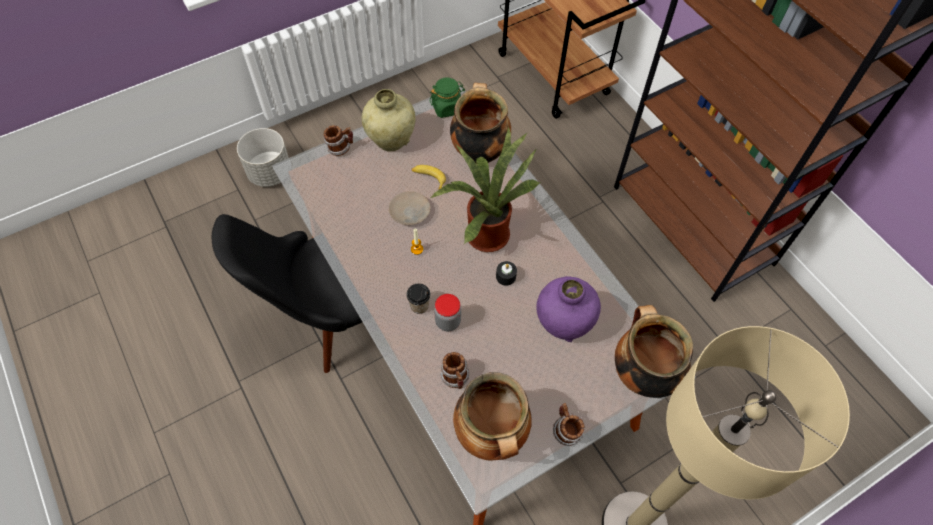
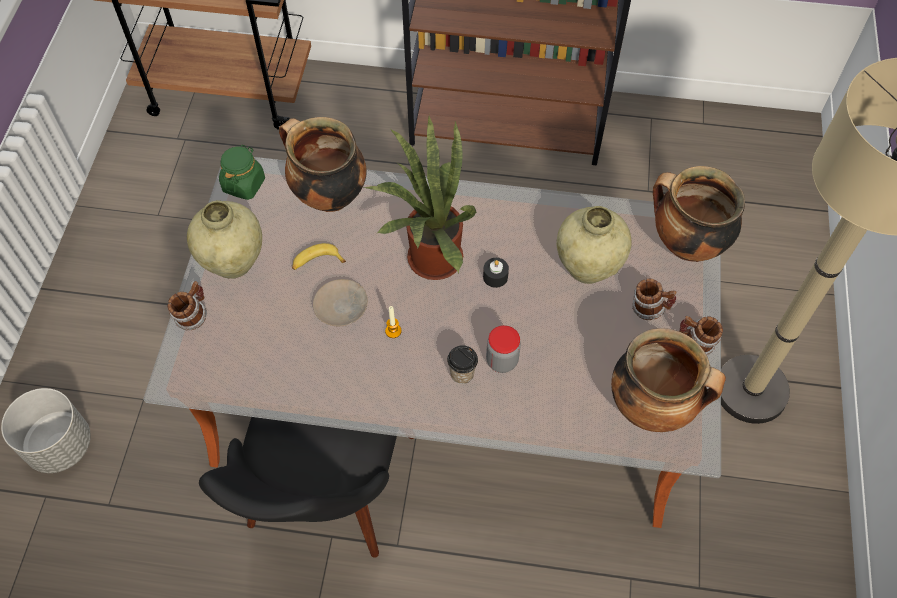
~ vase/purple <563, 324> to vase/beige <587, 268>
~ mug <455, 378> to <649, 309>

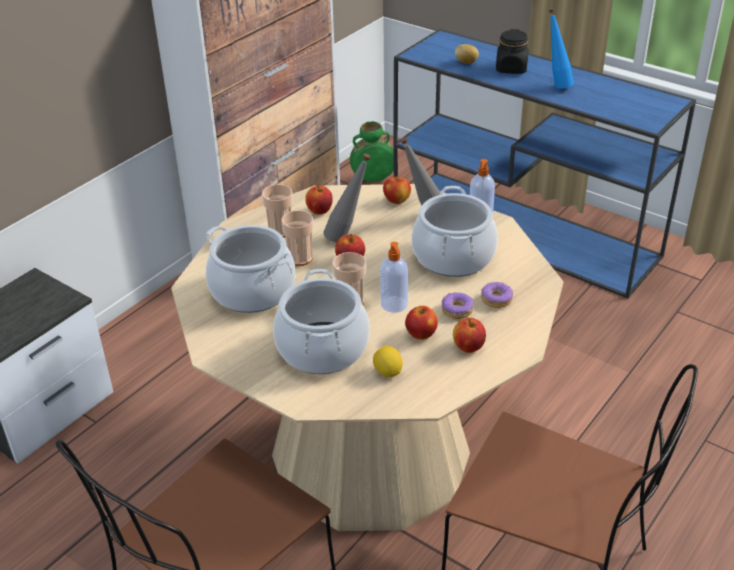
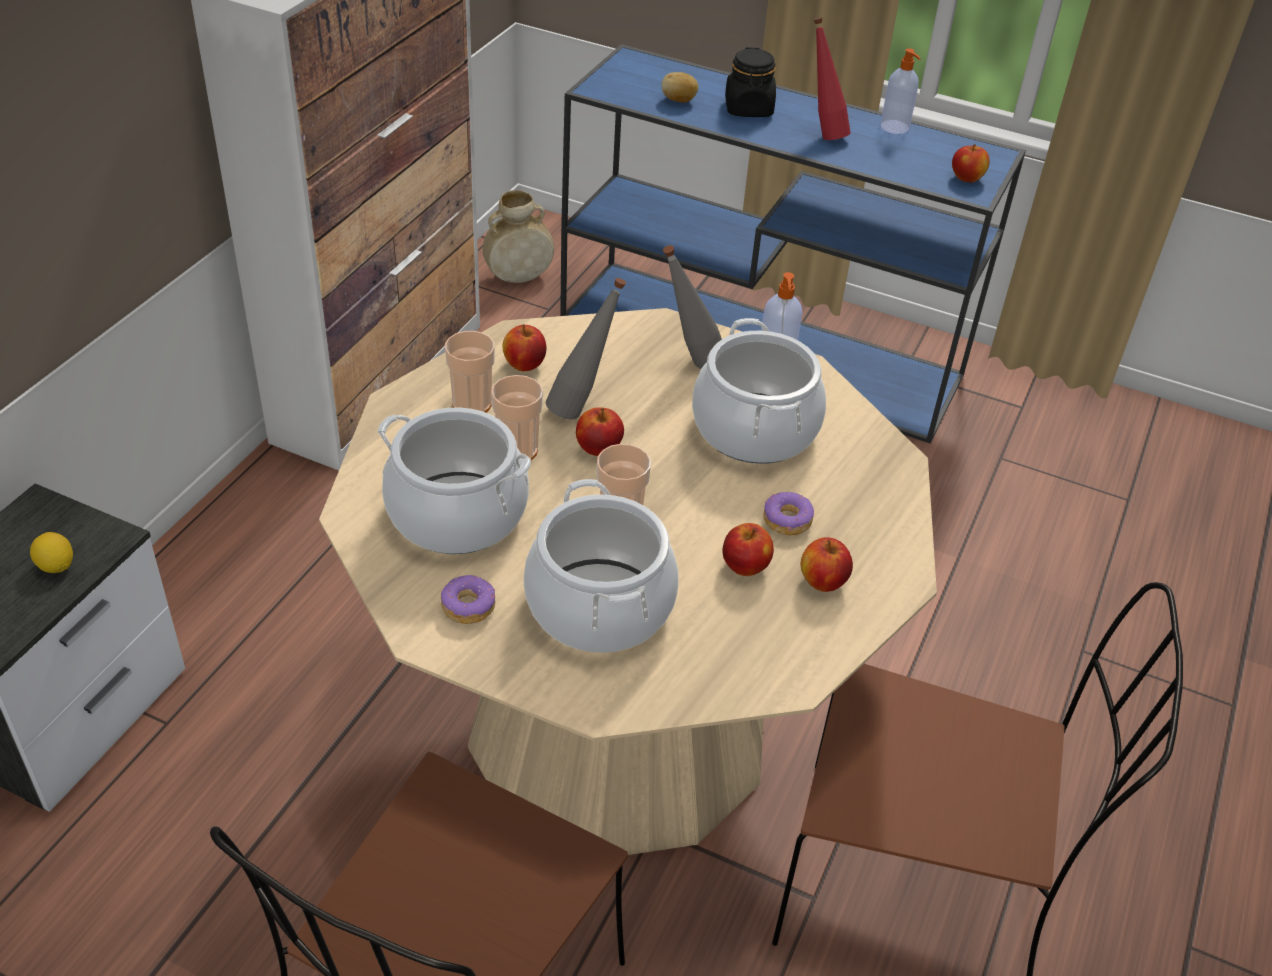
~ lemon <387, 372> to <56, 566>
~ donut <496, 299> to <468, 606>
~ vase/green <373, 179> to vase/beige <518, 278>
~ bottle/blue <556, 85> to bottle/red <822, 134>
~ soap dispenser <394, 305> to <895, 128>
~ apple <397, 200> to <967, 178>

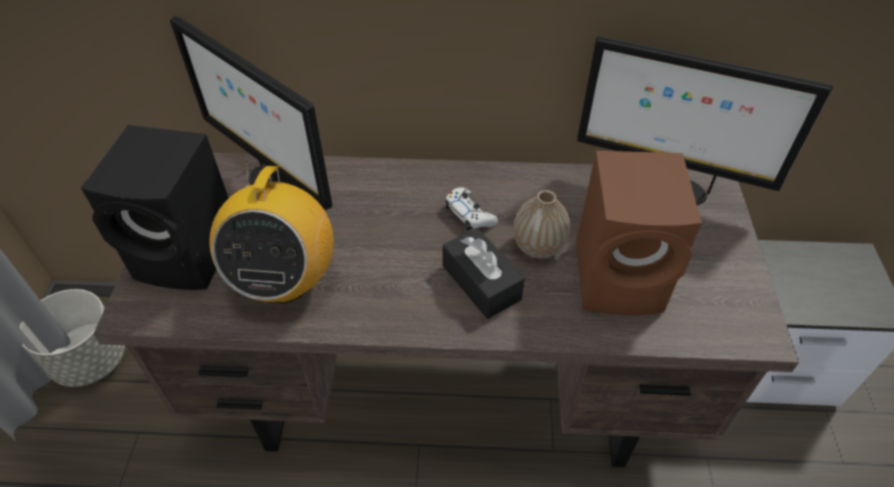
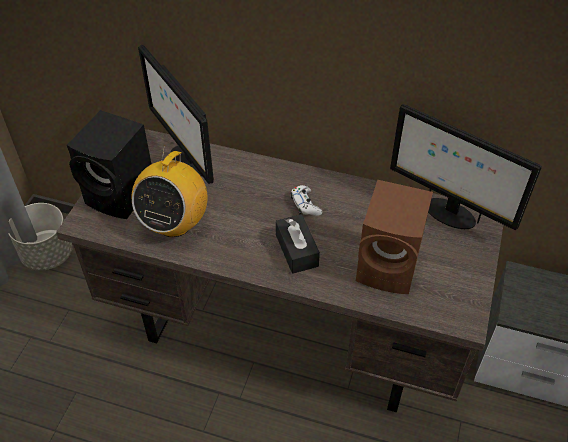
- vase <538, 247>

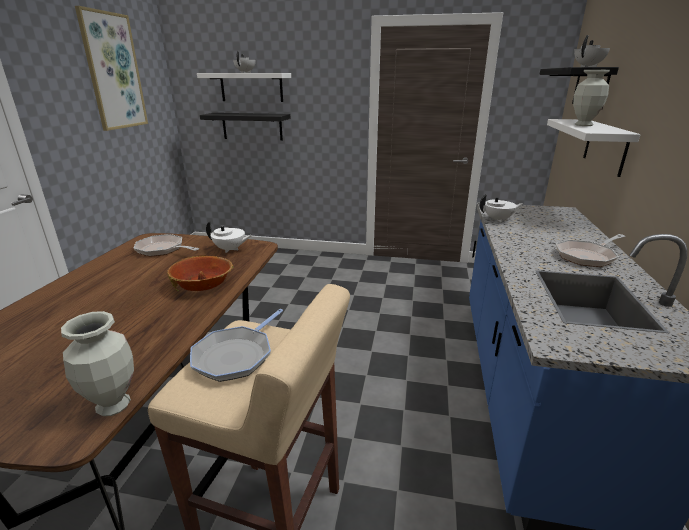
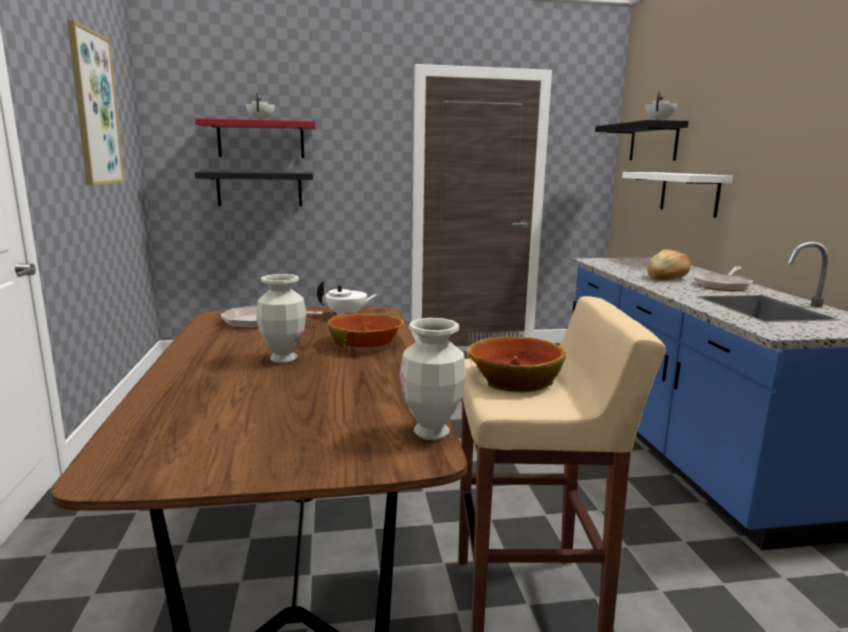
~ shelf/white <251, 87> to shelf/red <261, 139>
~ vase <583, 125> to <283, 359>
~ frying pan <236, 355> to bowl <514, 377>
+ bread <667, 278>
- teapot/white <498, 220>

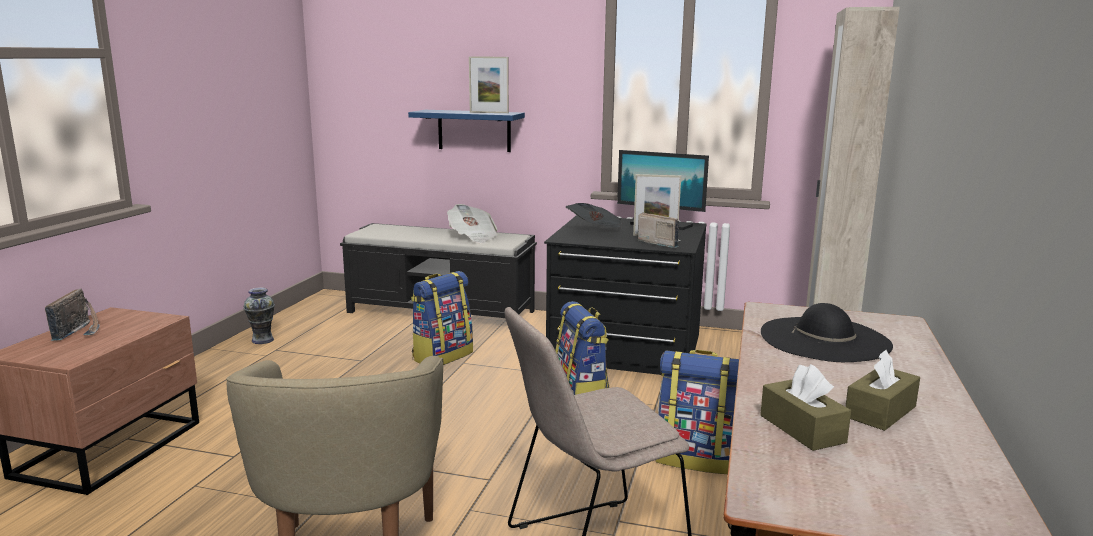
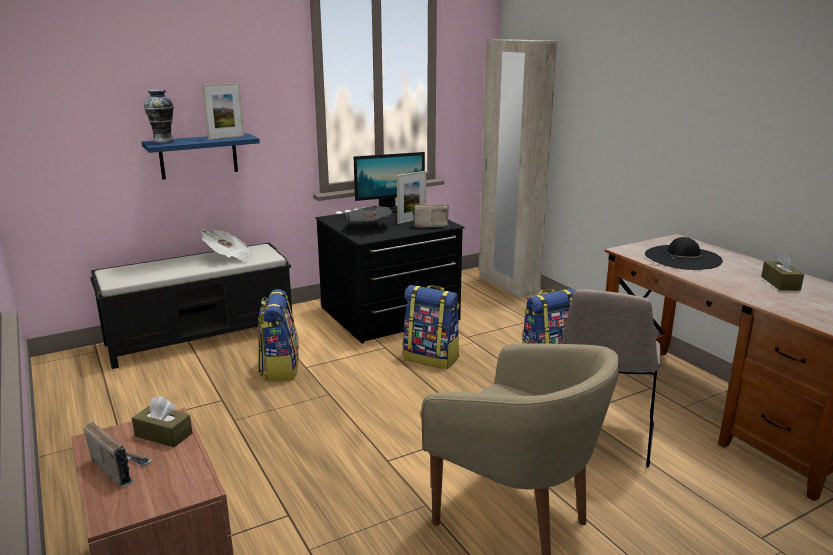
~ tissue box/brown <802, 429> to <163, 435>
~ vase <263, 340> to <163, 142>

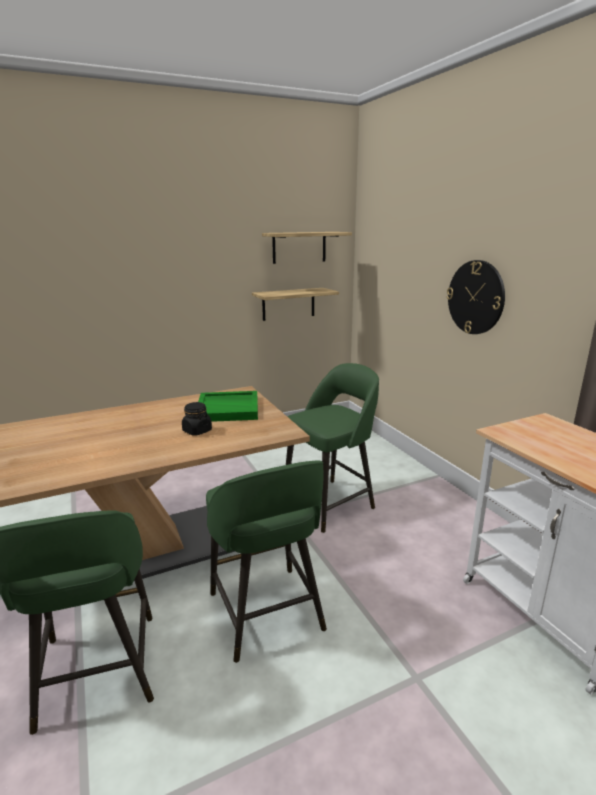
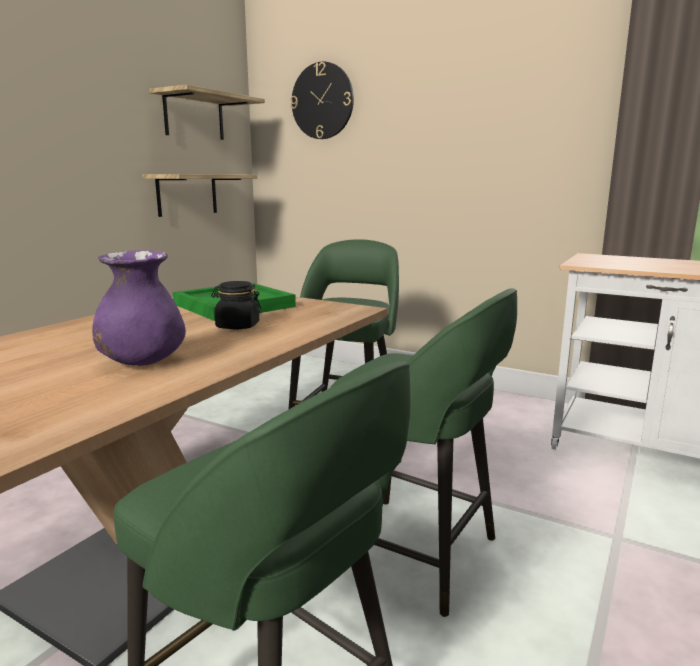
+ vase/purple <142, 362>
~ wall clock <475, 297> to <322, 101>

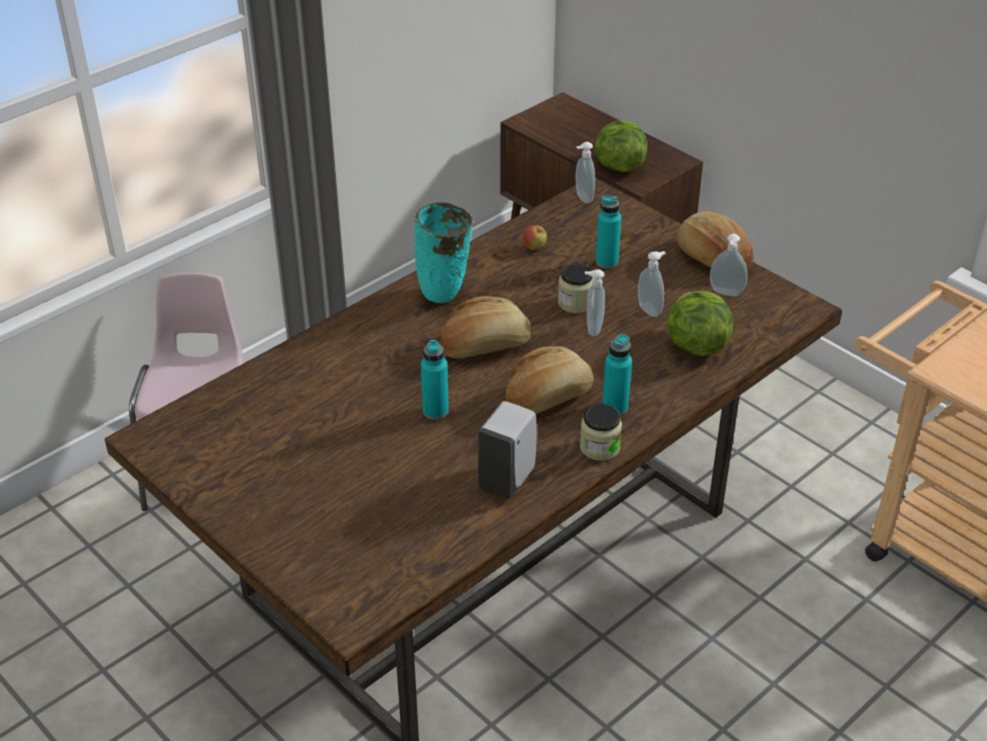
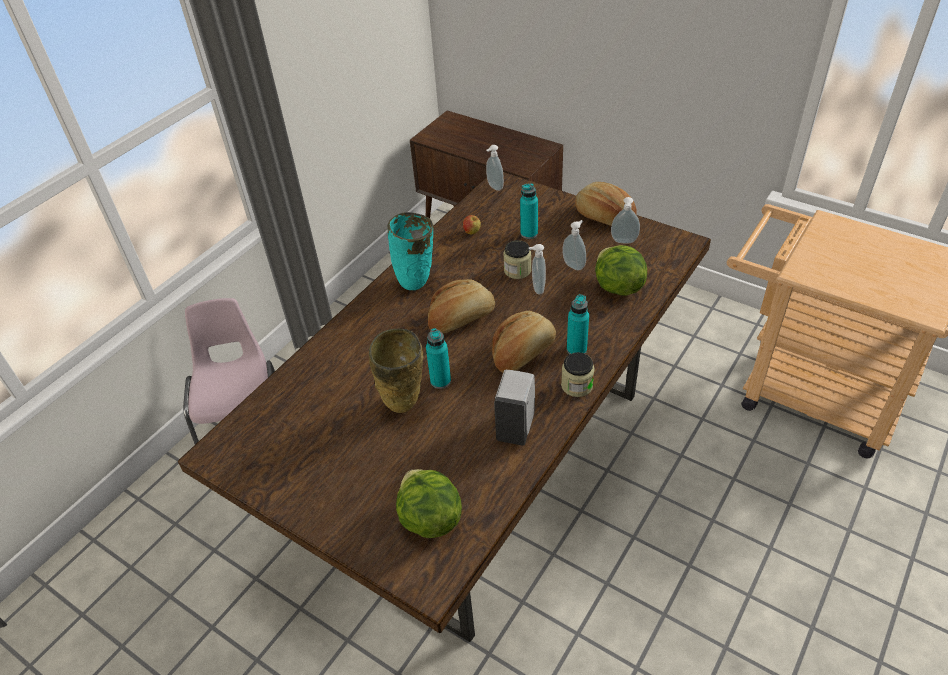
+ vase/beige <403, 406>
~ lettuce <618, 166> to <429, 519>

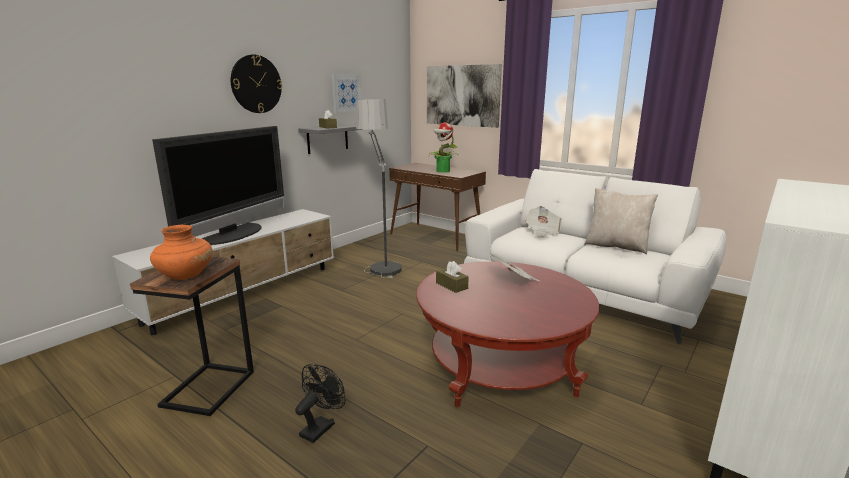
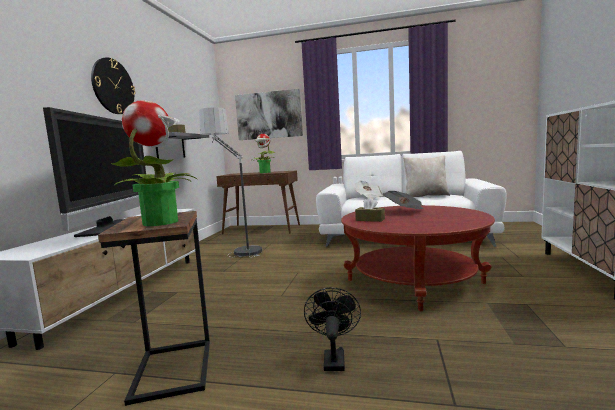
~ vase/orange <185, 276> to potted plant <161, 222>
- picture <346, 93>

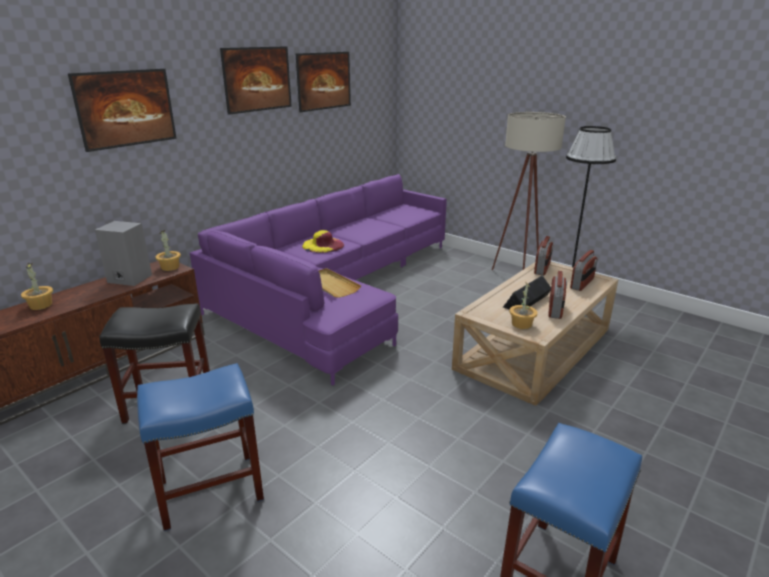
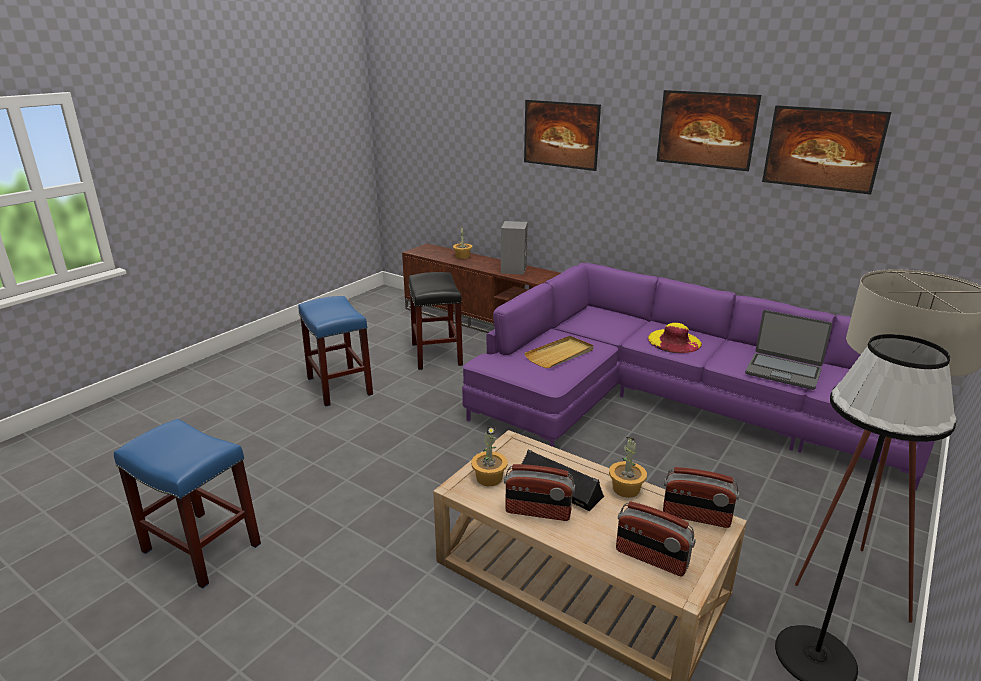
~ potted plant <170, 267> to <626, 489>
+ laptop <783, 371>

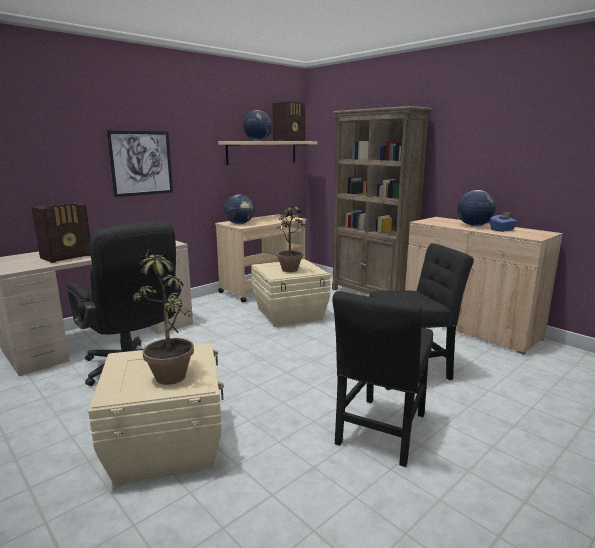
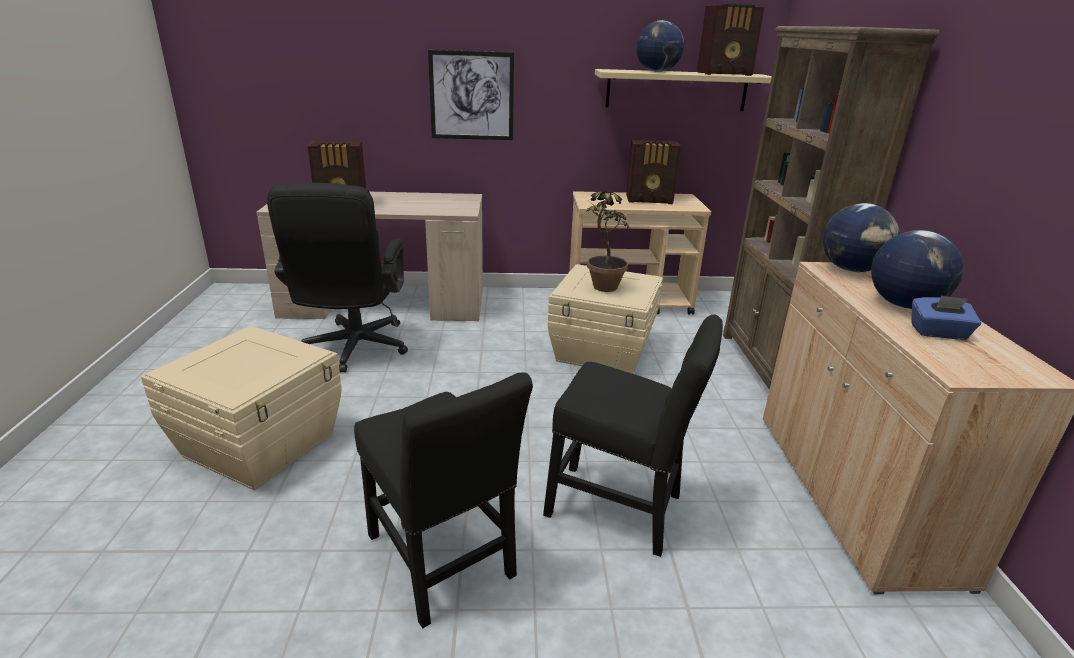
~ chair/black <381, 432> = <442, 562> 105 degrees counterclockwise
+ radio <650, 200>
~ globe <240, 224> to <851, 270>
- potted plant <168, 372>

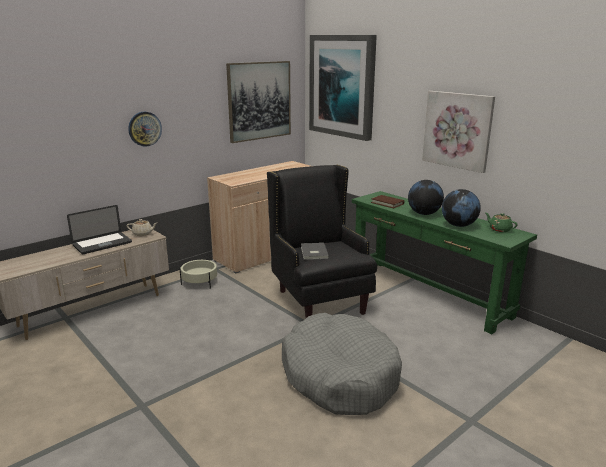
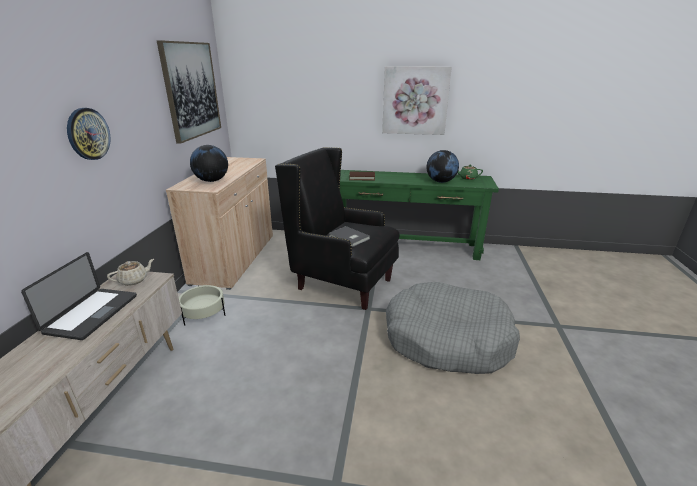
~ globe <424, 213> to <212, 181>
- picture <342, 86>

